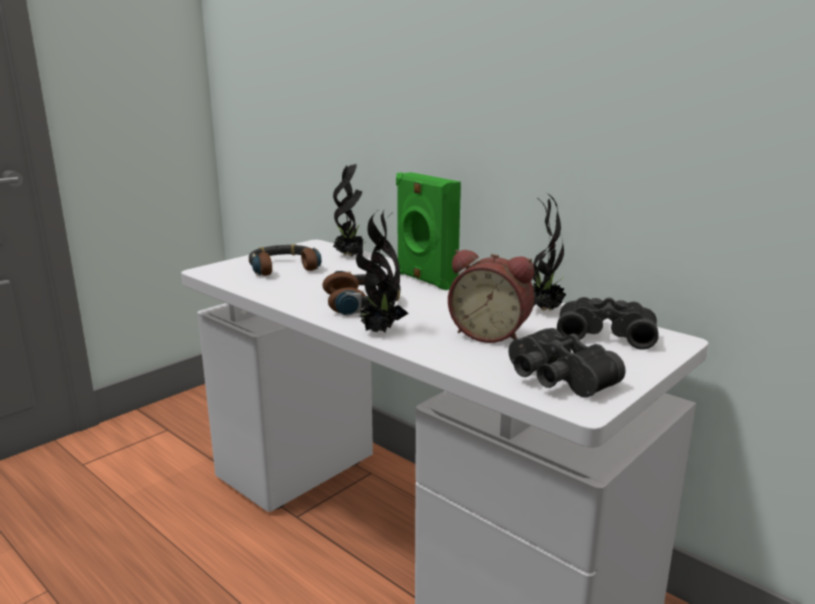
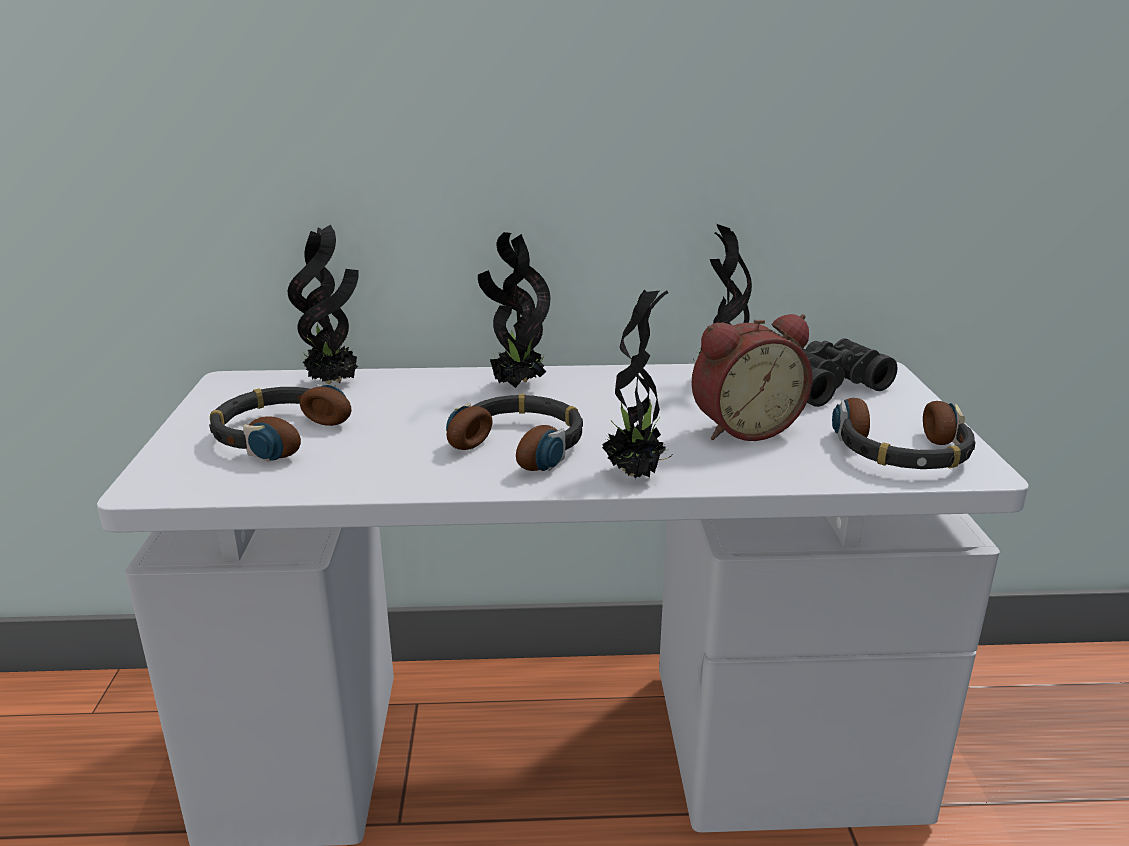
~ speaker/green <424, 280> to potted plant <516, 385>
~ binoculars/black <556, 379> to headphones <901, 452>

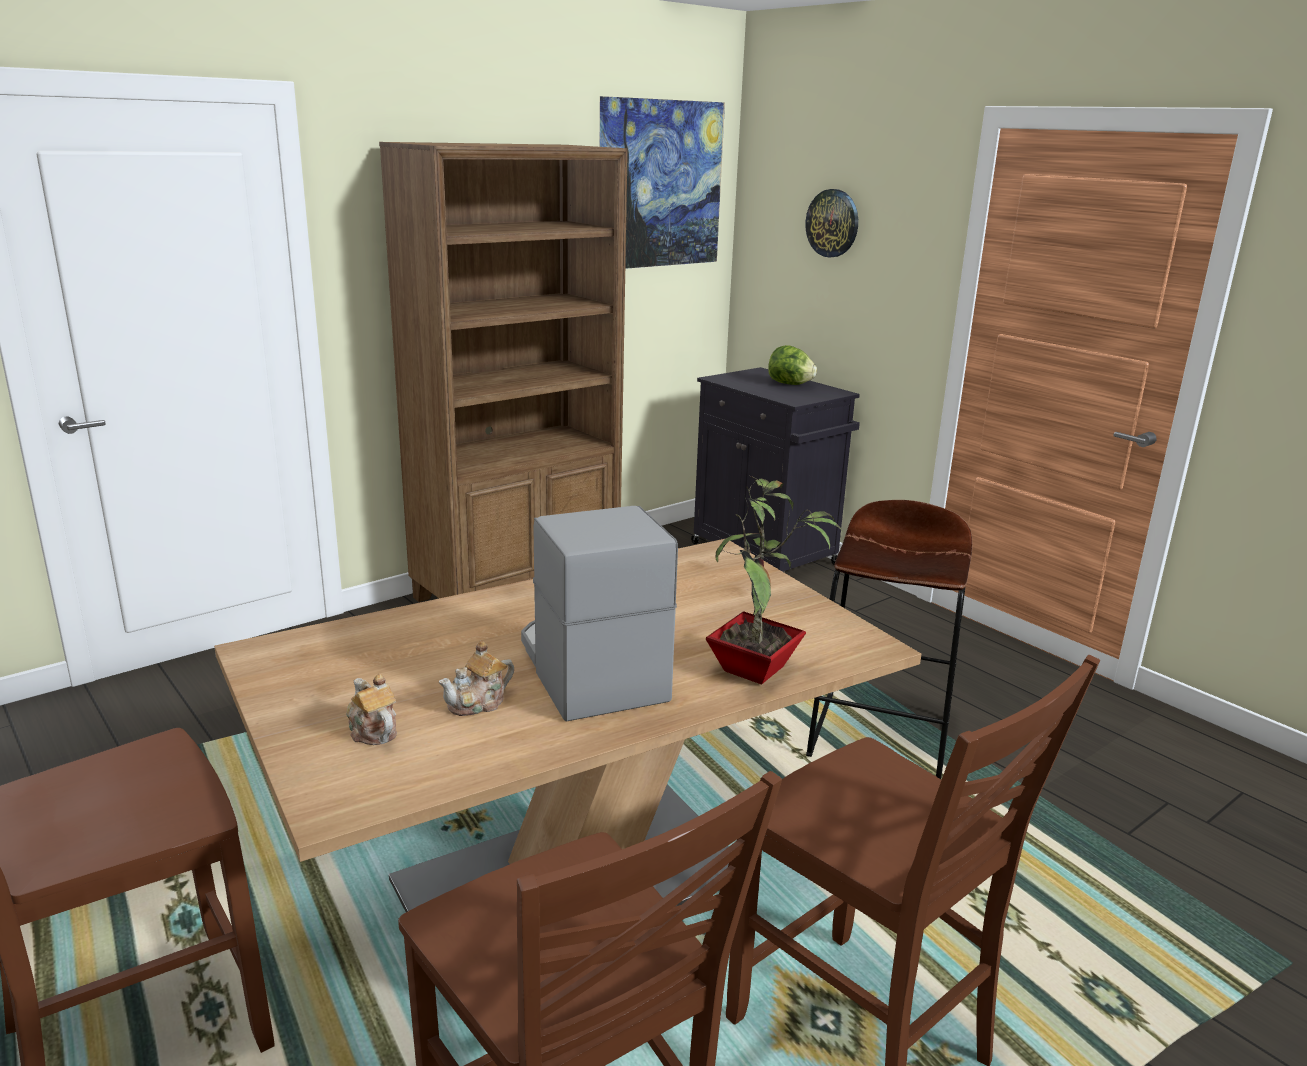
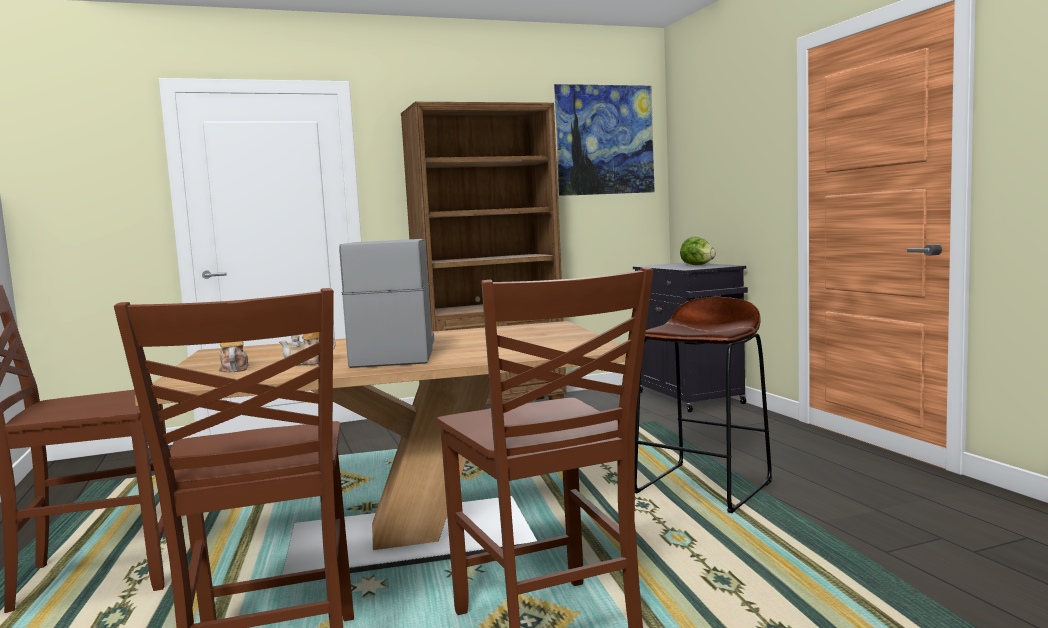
- potted plant <757, 671>
- wall clock <833, 223>

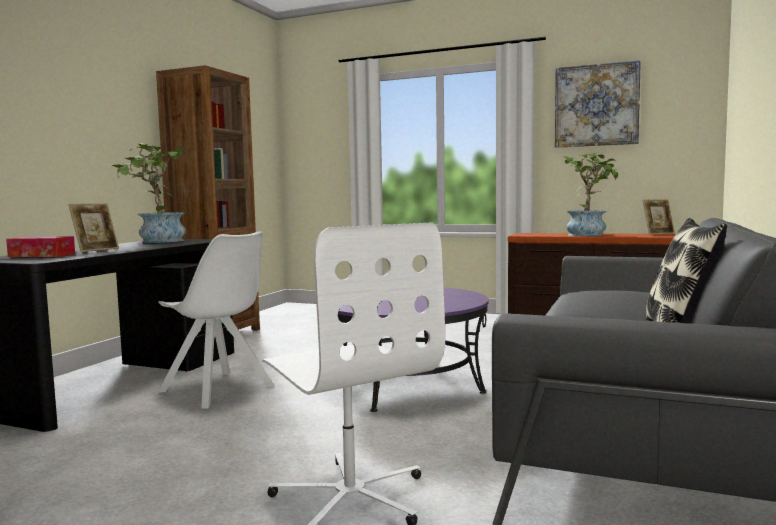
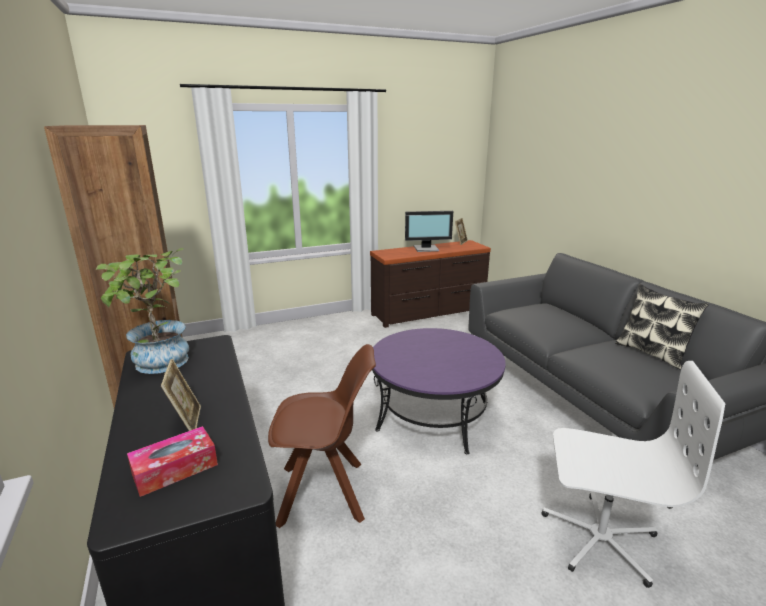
~ chair/white <218, 390> to chair/brown <325, 493>
~ potted plant <589, 234> to monitor <426, 249>
- picture <596, 105>

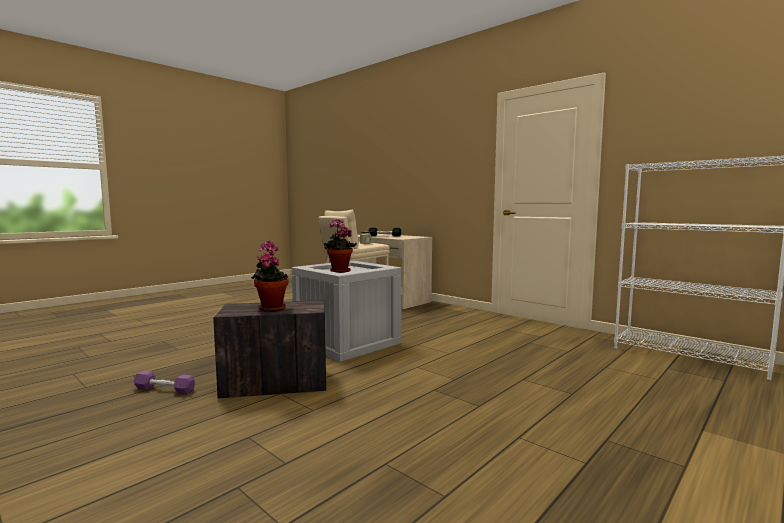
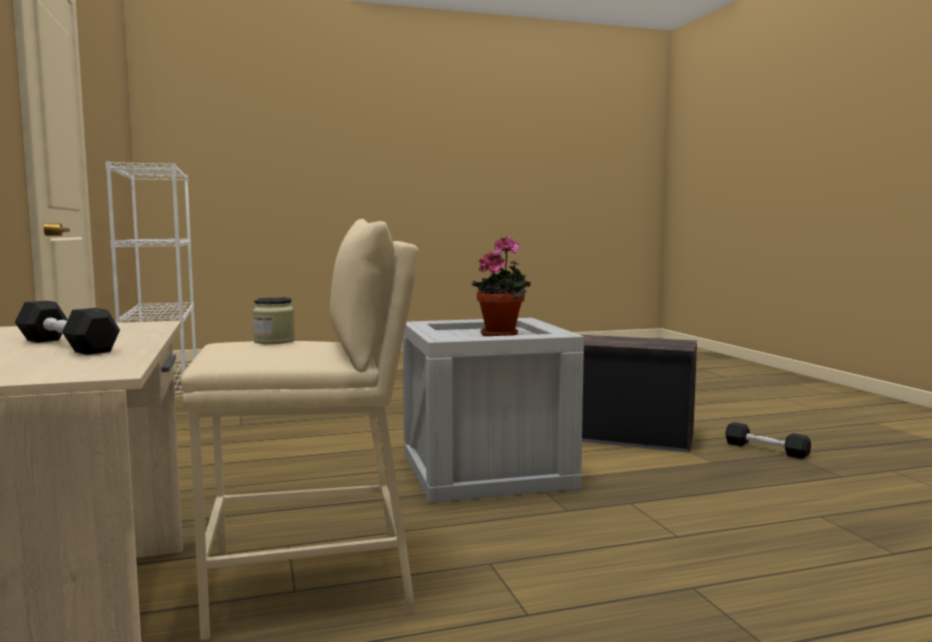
~ dumbbell/purple <165, 390> to dumbbell/black <766, 449>
- potted plant <271, 308>

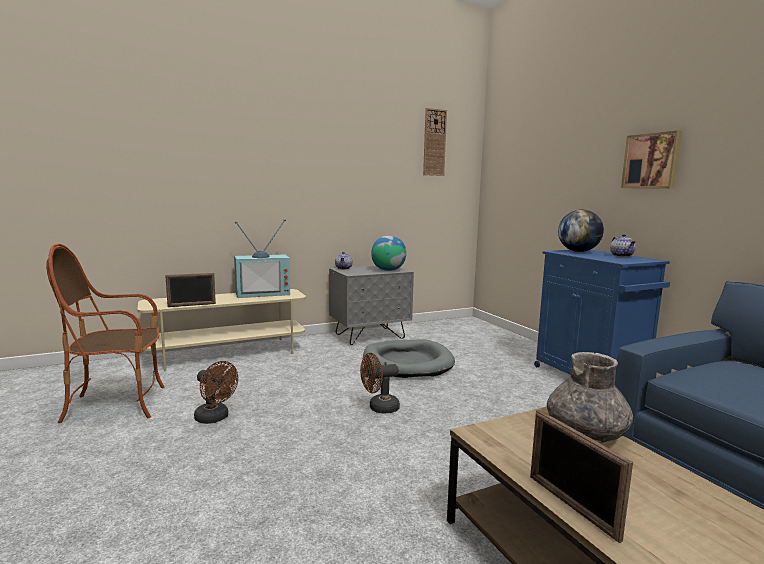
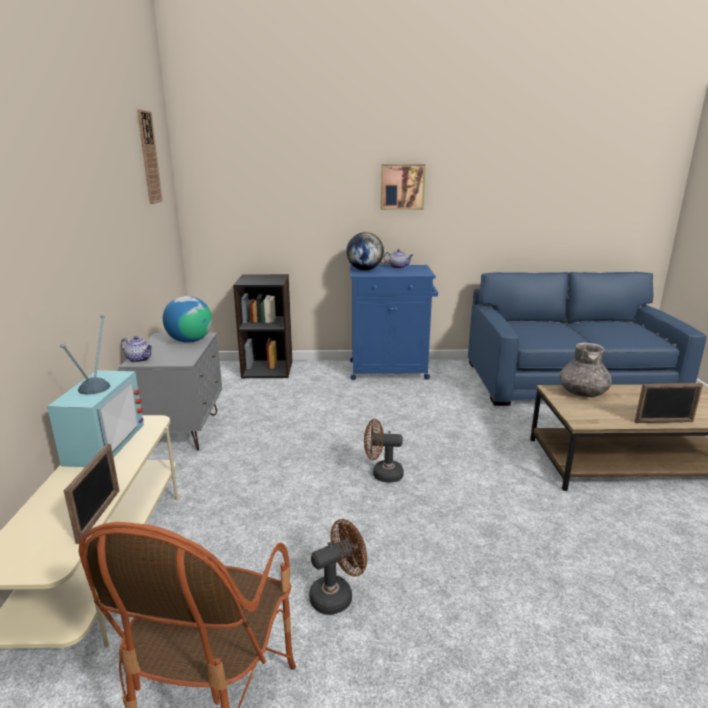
+ bookcase/black <267, 369>
~ fan/brown <379, 408> = <382, 474> 90 degrees clockwise
- dog bed/grey <407, 362>

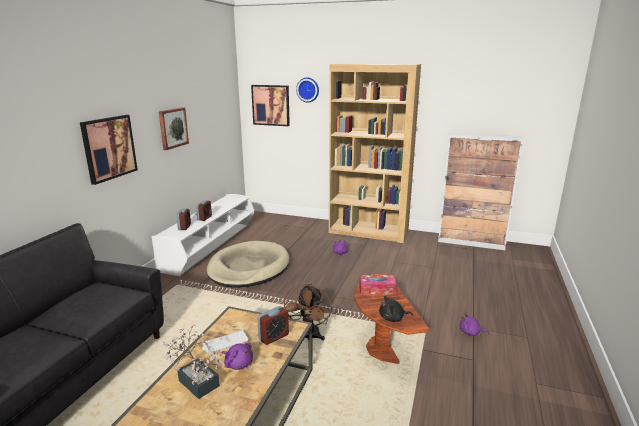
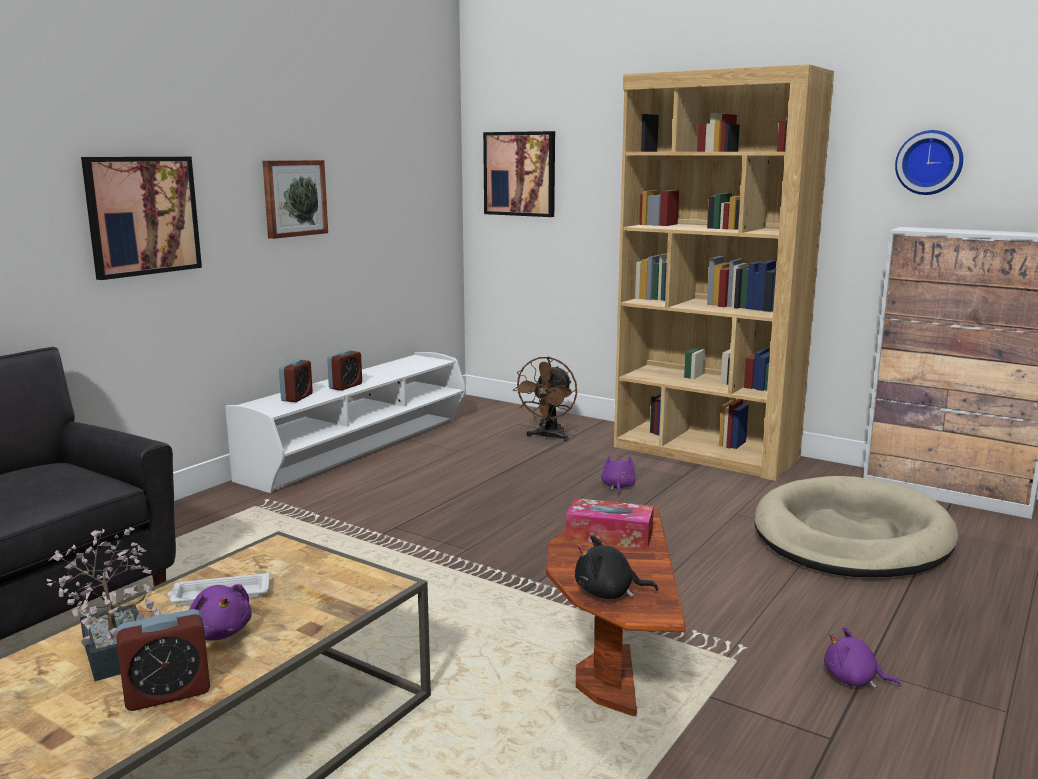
~ alarm clock <273, 337> to <167, 693>
~ fan/brown <308, 337> to <548, 437>
~ dog bed/beige <248, 268> to <851, 536>
~ wall clock <308, 89> to <929, 162>

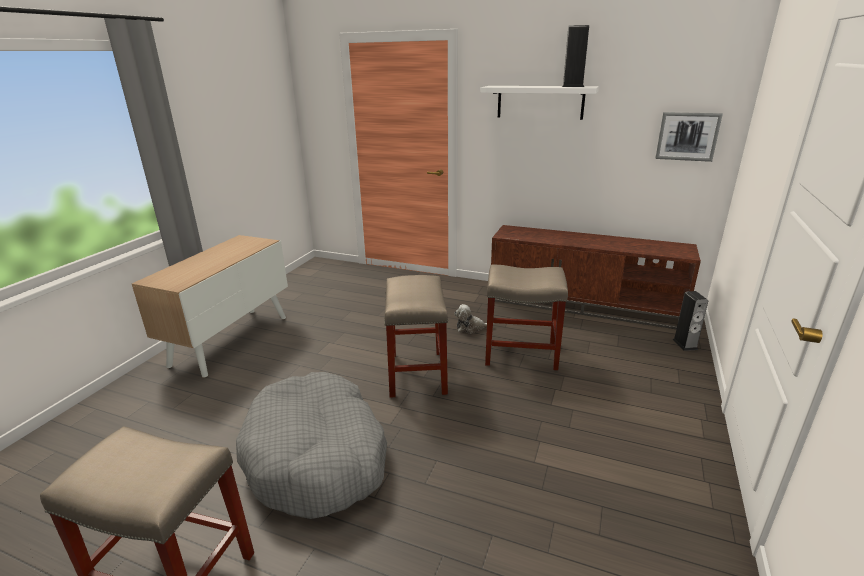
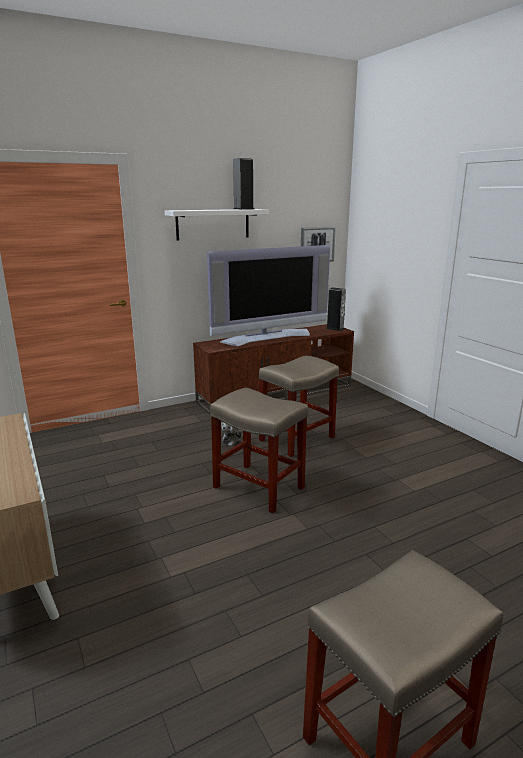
+ television <267, 337>
~ speaker <685, 344> to <335, 328>
- dog bed/grey <317, 457>

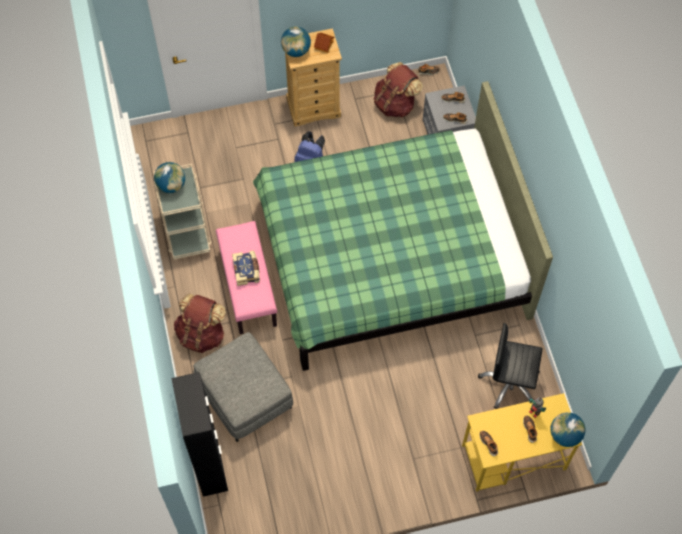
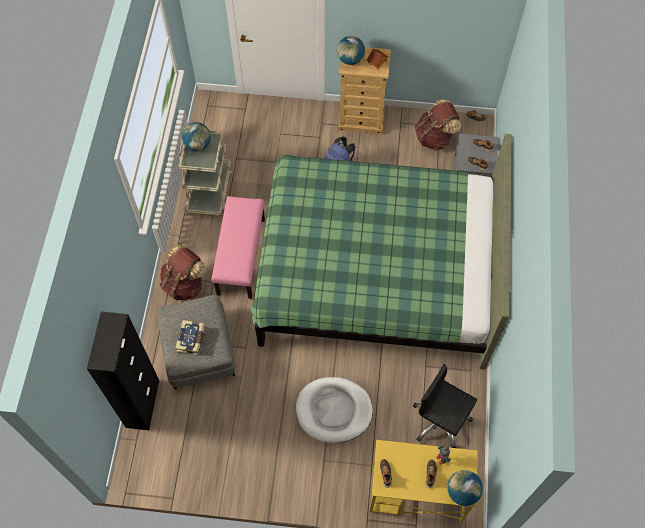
~ book <247, 270> to <192, 340>
+ dog bed/white <334, 411>

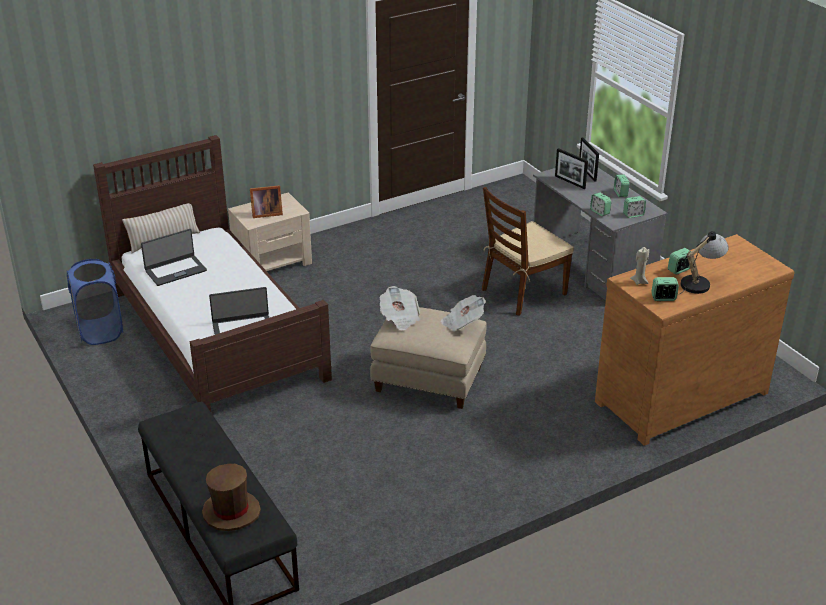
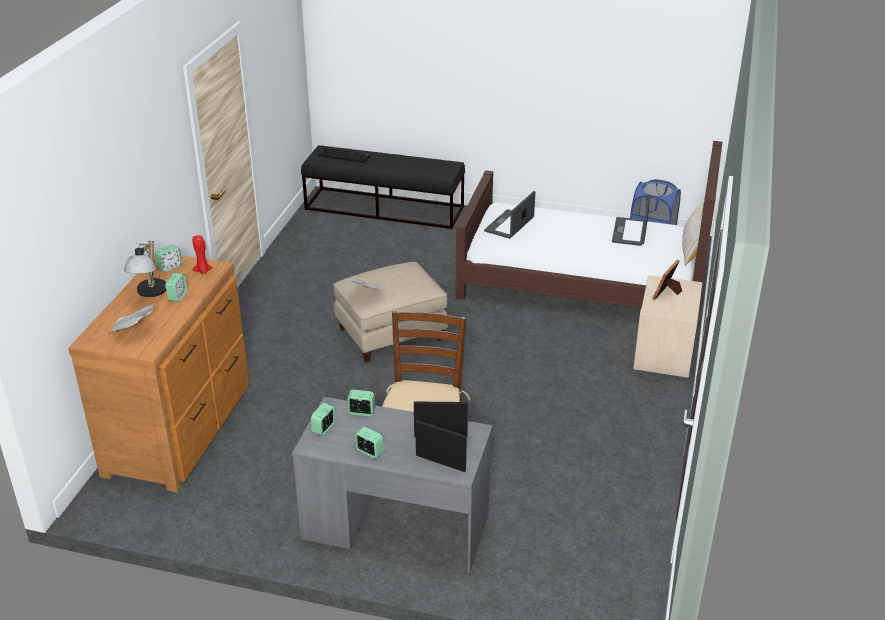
~ newspaper <400, 318> to <133, 329>
~ candle/beige <639, 281> to candle/red <203, 271>
~ hat/brown <231, 512> to keyboard <345, 156>

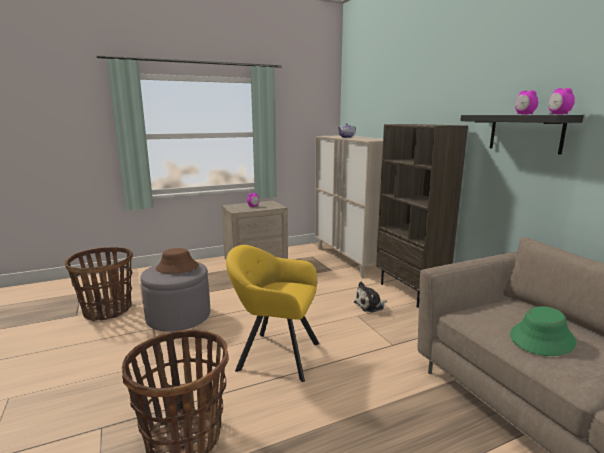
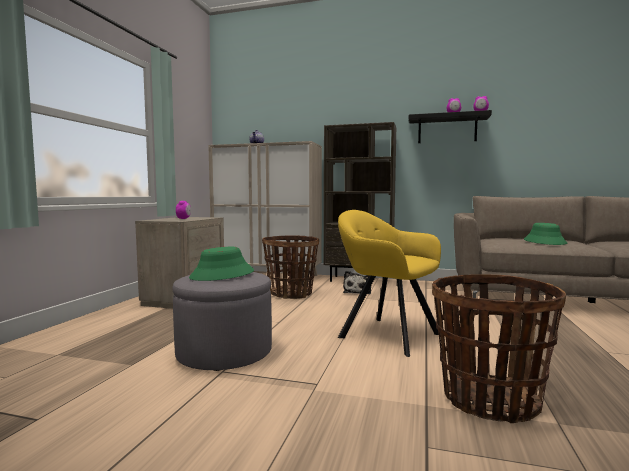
~ hat/brown <177, 268> to hat/green <222, 275>
~ basket <107, 310> to <291, 294>
~ armchair/yellow <275, 354> = <385, 334> 75 degrees clockwise

